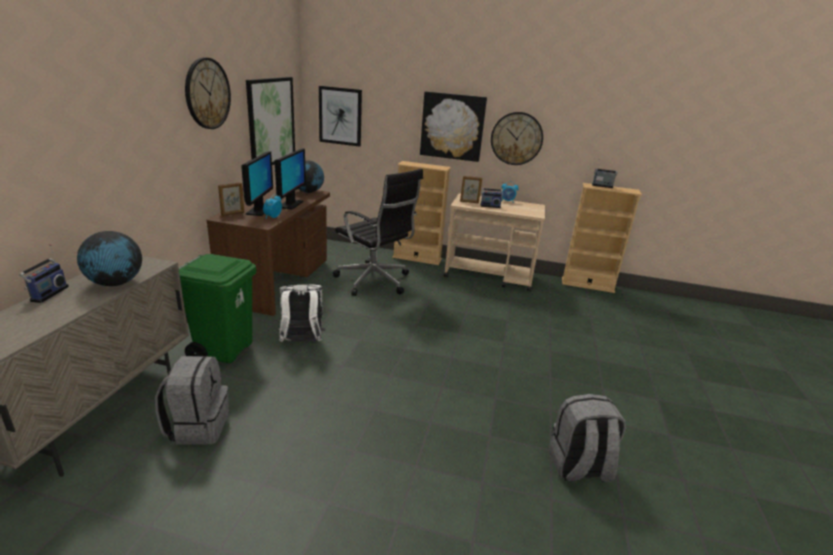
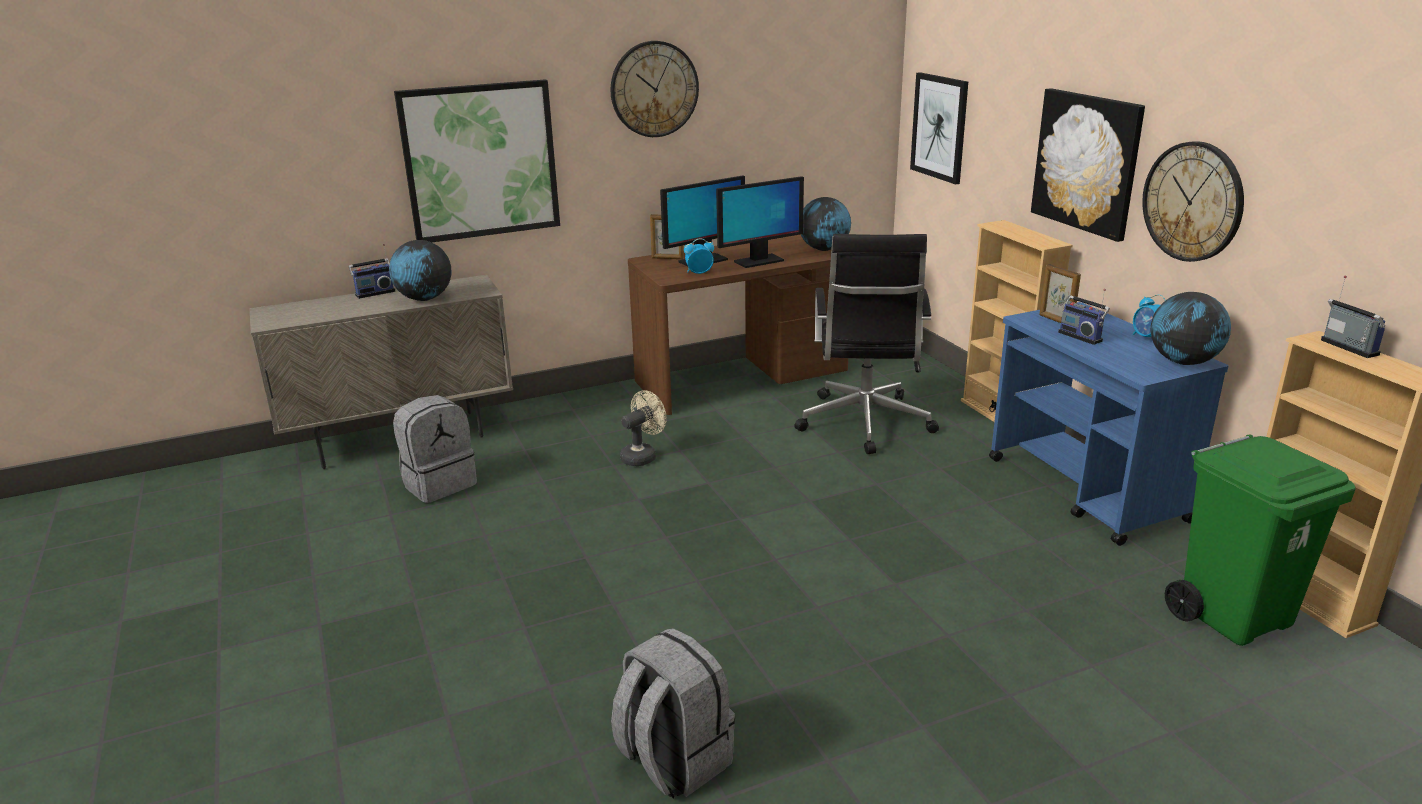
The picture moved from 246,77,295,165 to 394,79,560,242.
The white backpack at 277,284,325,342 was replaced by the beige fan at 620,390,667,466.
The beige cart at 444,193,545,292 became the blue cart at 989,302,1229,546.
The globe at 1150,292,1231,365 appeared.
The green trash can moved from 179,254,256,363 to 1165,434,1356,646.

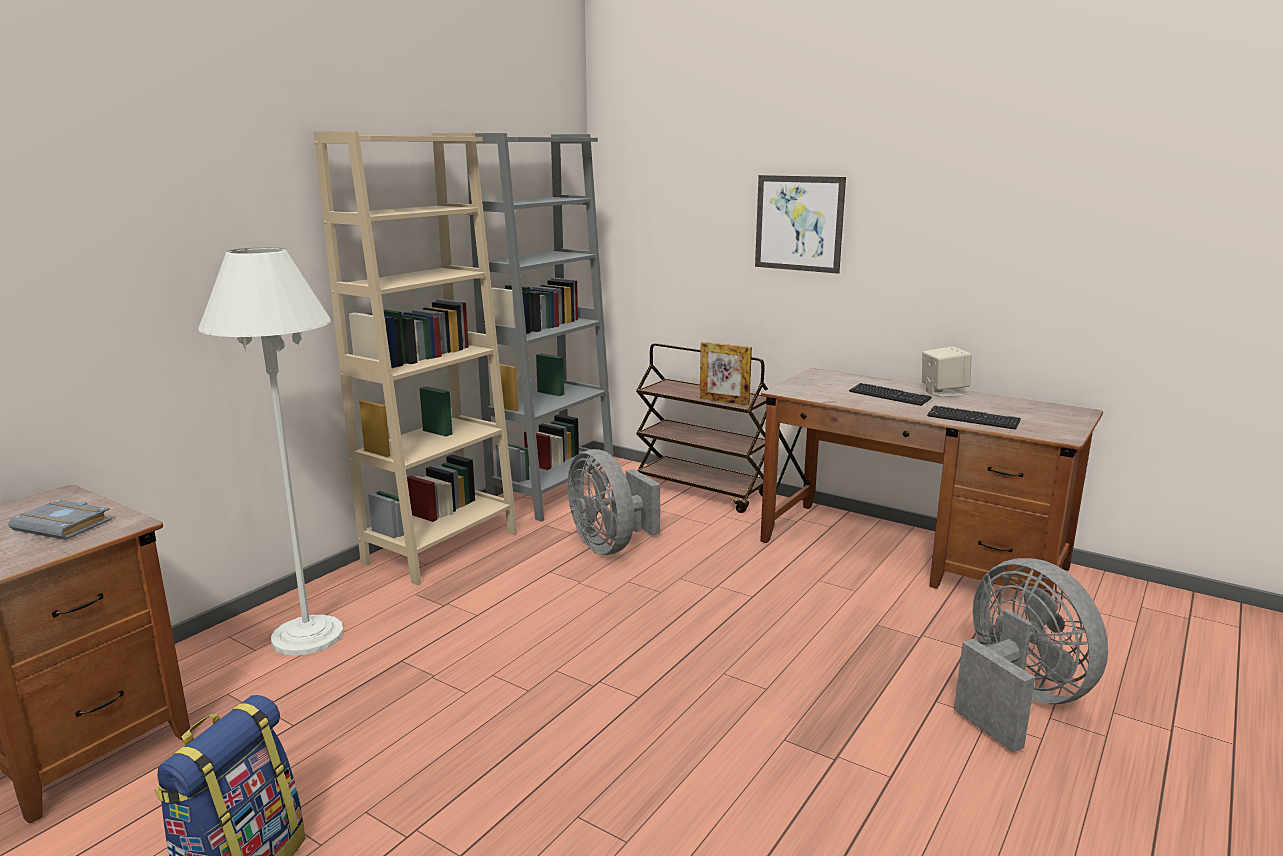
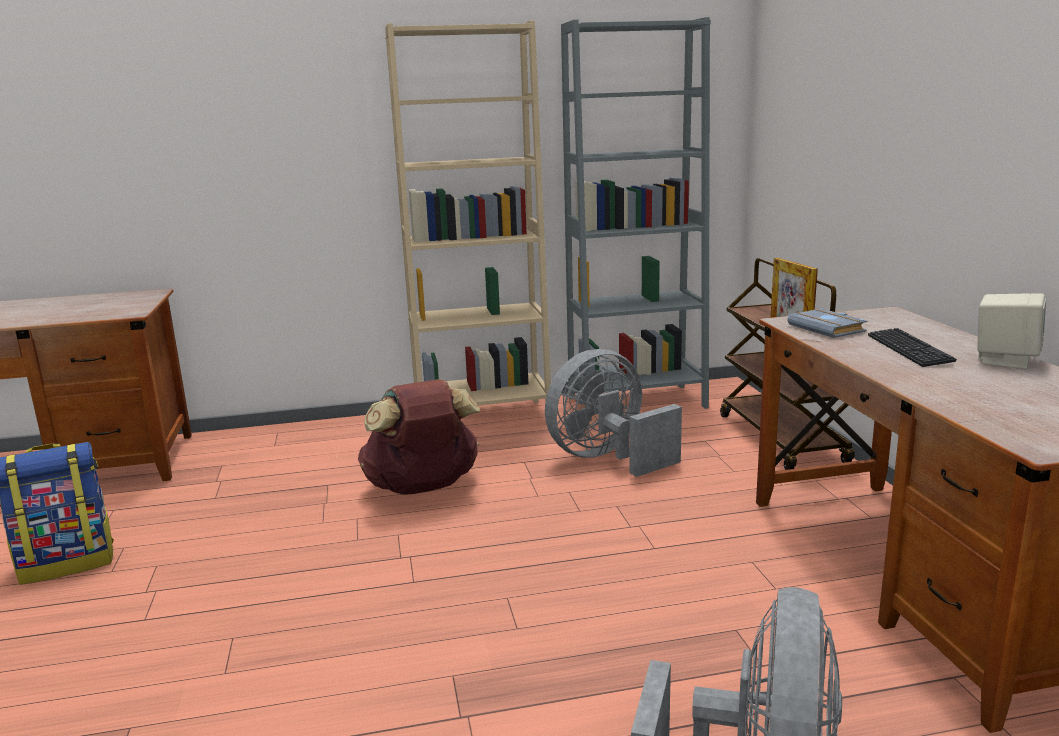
The brown backpack at 358,379,480,495 appeared.
The grey fan at 568,449,660,555 turned 45 degrees clockwise.
The grey book moved from 8,500,112,540 to 788,309,867,338.
The white floor lamp at 198,247,344,656 disappeared.
The picture at 755,175,846,274 disappeared.
The keyboard at 927,406,1021,430 disappeared.

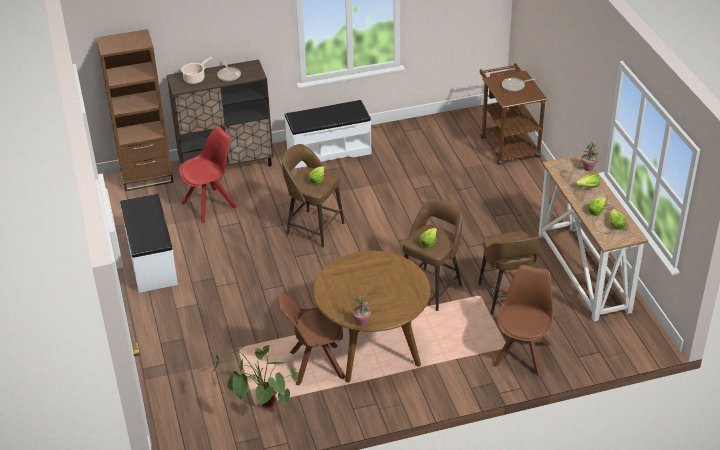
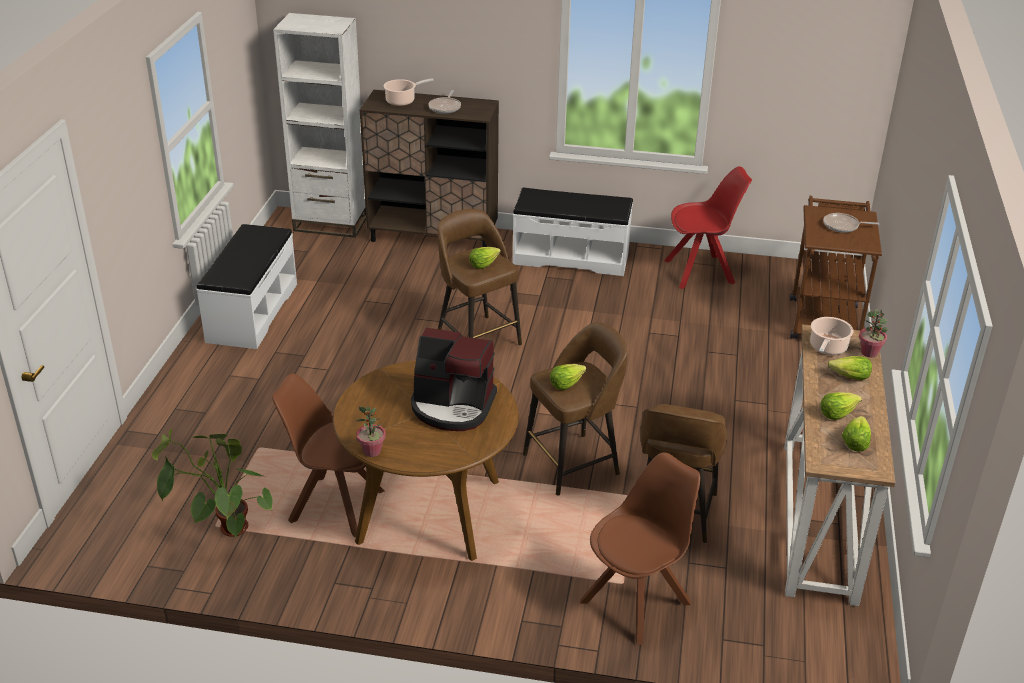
The brown bookcase at 96,29,174,191 became the white bookcase at 273,13,366,238.
The coffee machine at 411,328,497,431 appeared.
The red chair moved from 179,127,237,223 to 664,166,752,289.
The cooking pot at 810,317,854,355 appeared.

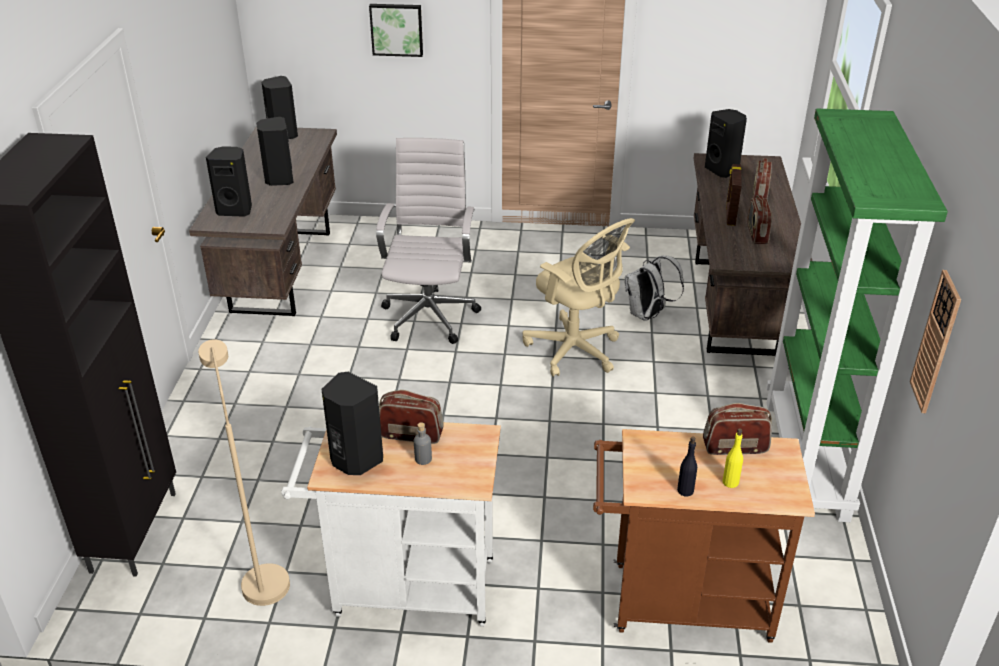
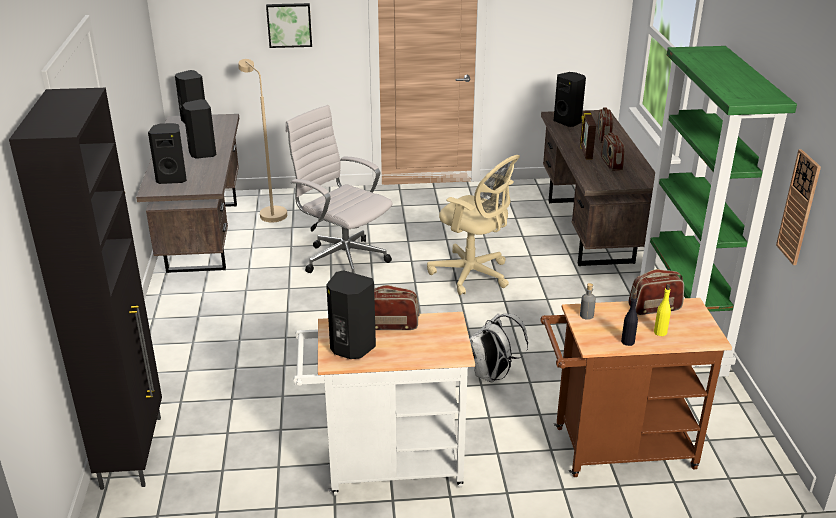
The beige floor lamp moved from 198,339,290,606 to 239,59,287,222.
The white office chair at 376,138,481,344 turned 45 degrees counterclockwise.
The white backpack moved from 625,255,684,321 to 469,313,528,382.
The grey bottle moved from 414,422,432,465 to 580,283,596,320.

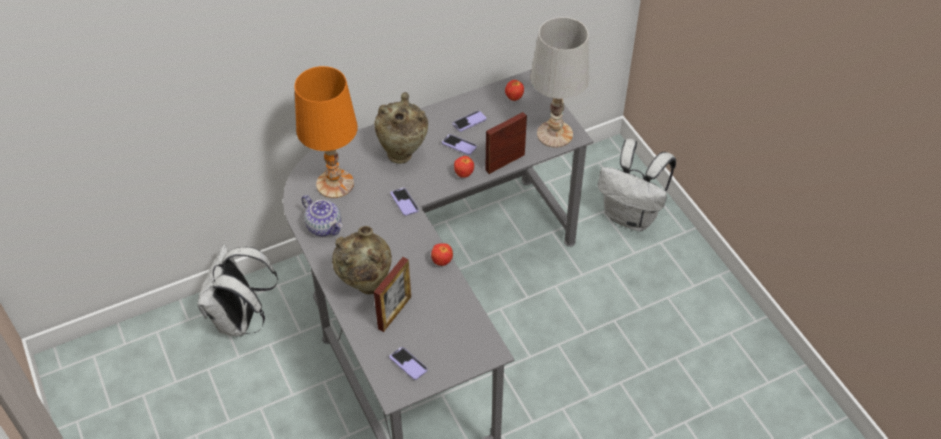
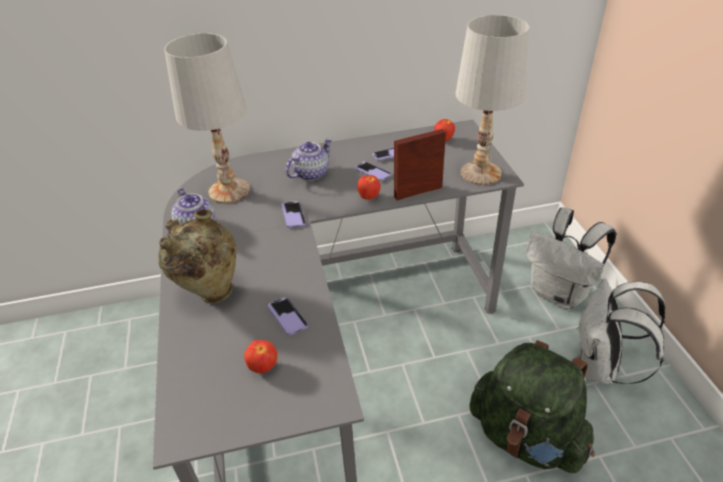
The orange table lamp at 294,66,358,198 became the white table lamp at 164,33,250,203.
The apple moved from 431,243,453,266 to 244,340,278,374.
The phone moved from 389,347,428,380 to 268,297,308,335.
The beige vase at 374,92,428,164 was replaced by the teapot at 285,138,332,181.
The green backpack at 469,340,595,473 appeared.
The white backpack moved from 198,244,278,336 to 576,279,665,385.
The picture frame at 374,257,411,332 disappeared.

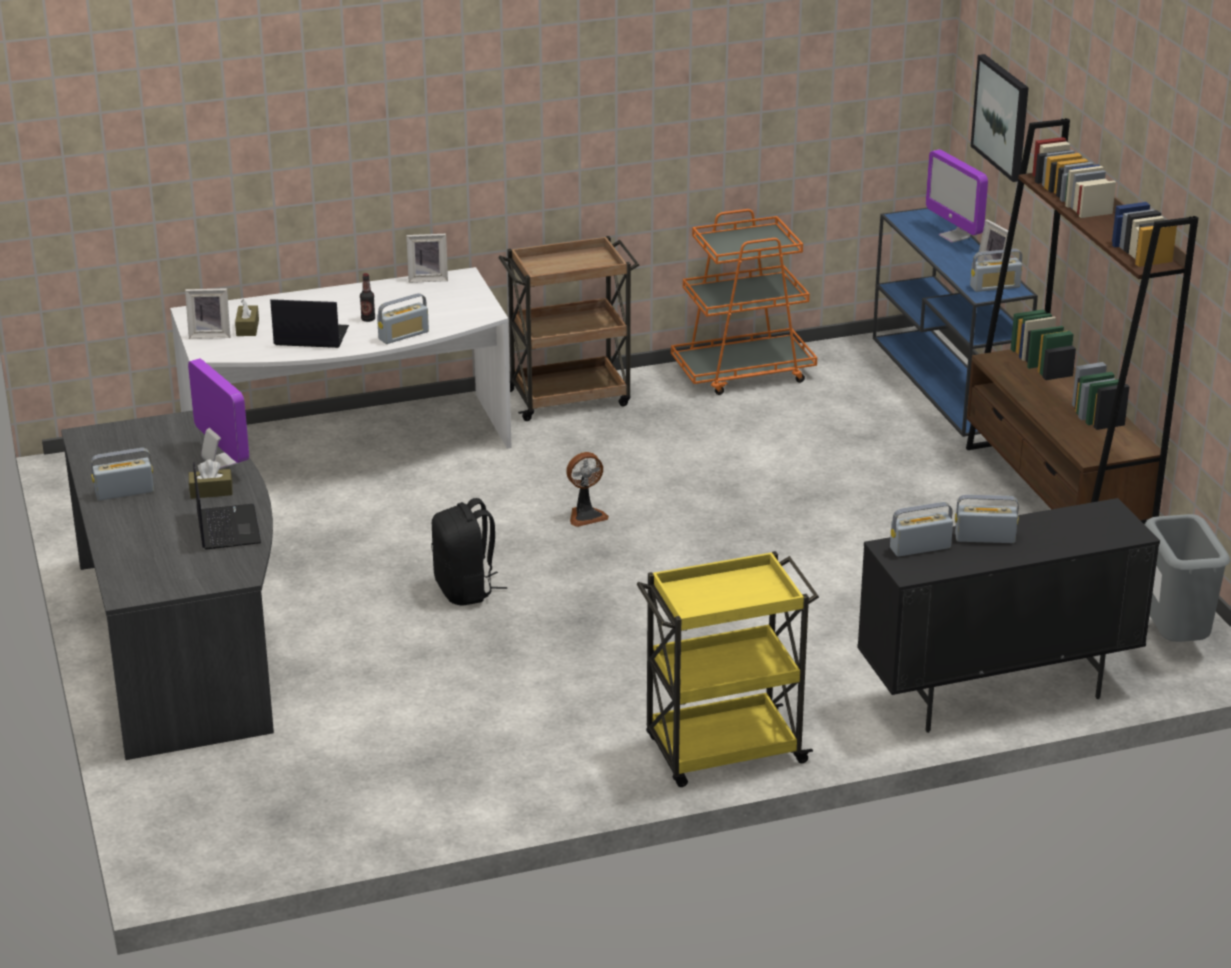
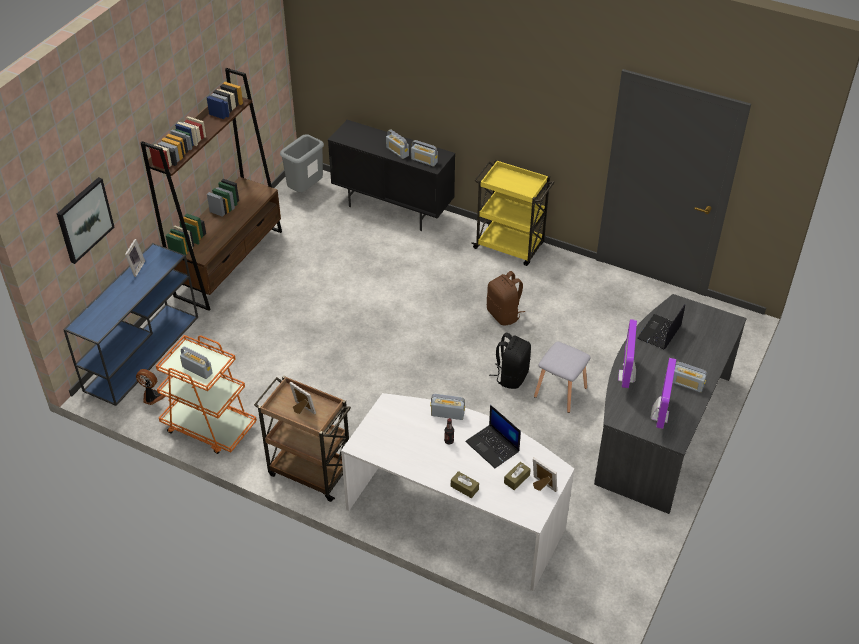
The fan moved from 566,452,609,527 to 136,369,165,405.
The radio moved from 970,249,1022,292 to 180,347,213,379.
The picture frame moved from 406,234,448,283 to 289,382,316,414.
The brown tissue box moved from 189,460,233,499 to 451,471,479,498.
The brown backpack at 487,271,525,325 appeared.
The grey stool at 534,341,591,413 appeared.
The monitor moved from 926,149,988,243 to 650,358,676,429.

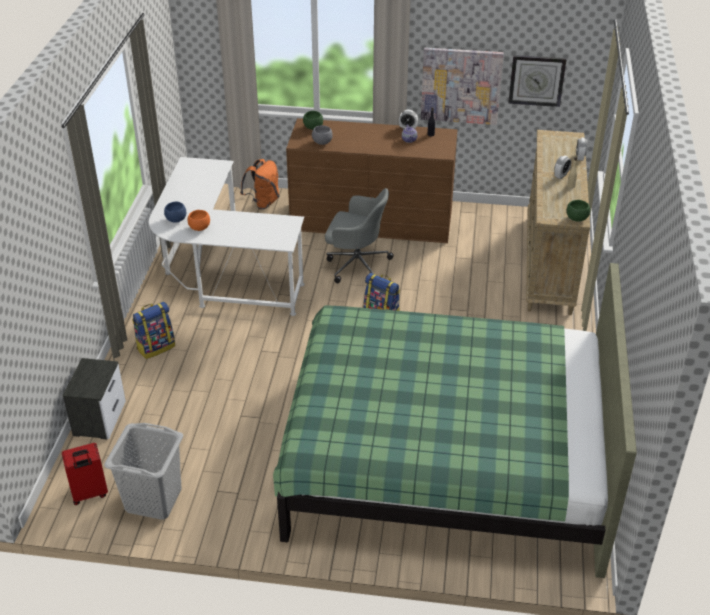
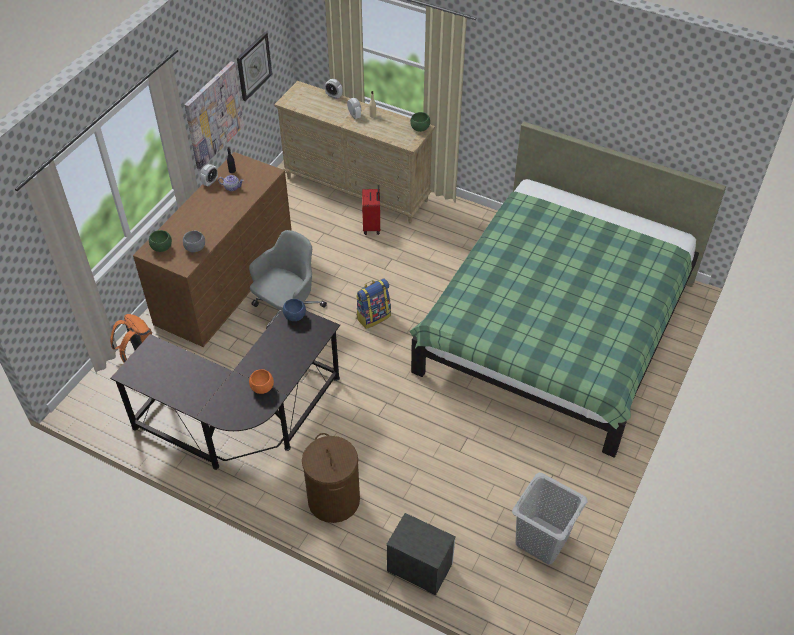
The white desk at 149,157,305,316 became the black desk at 110,309,340,470.
The blue bowl moved from 164,201,186,223 to 283,299,306,321.
The backpack at 132,302,175,359 was replaced by the brown laundry basket at 302,433,360,523.
The red suitcase moved from 62,443,108,505 to 362,185,380,235.

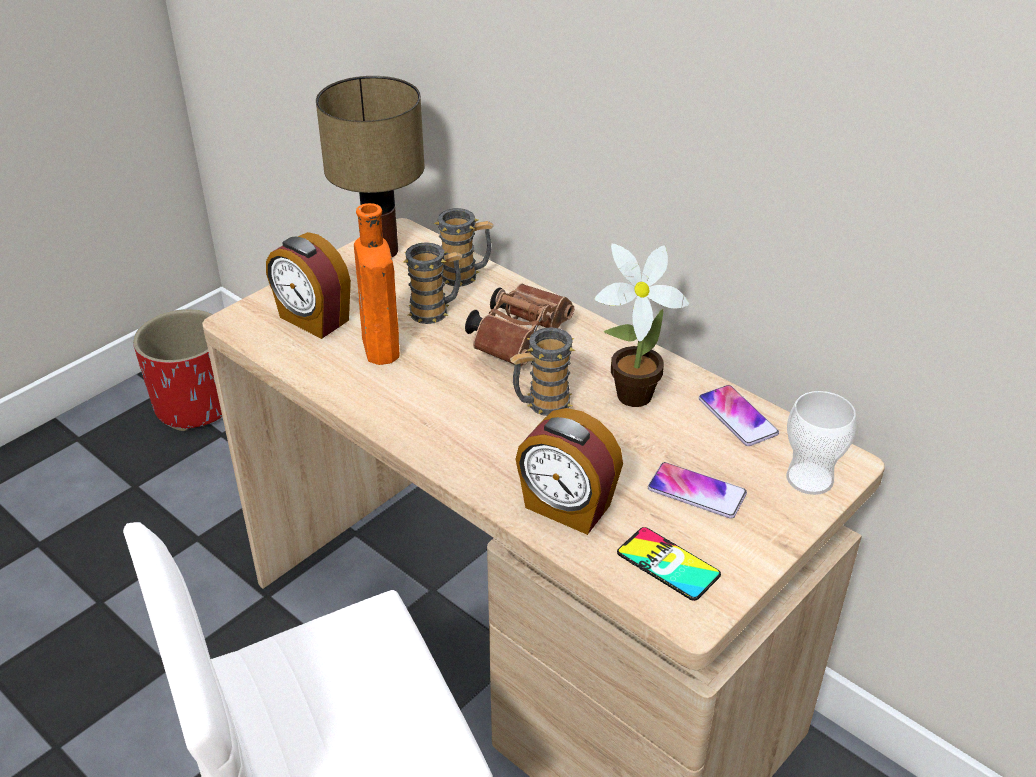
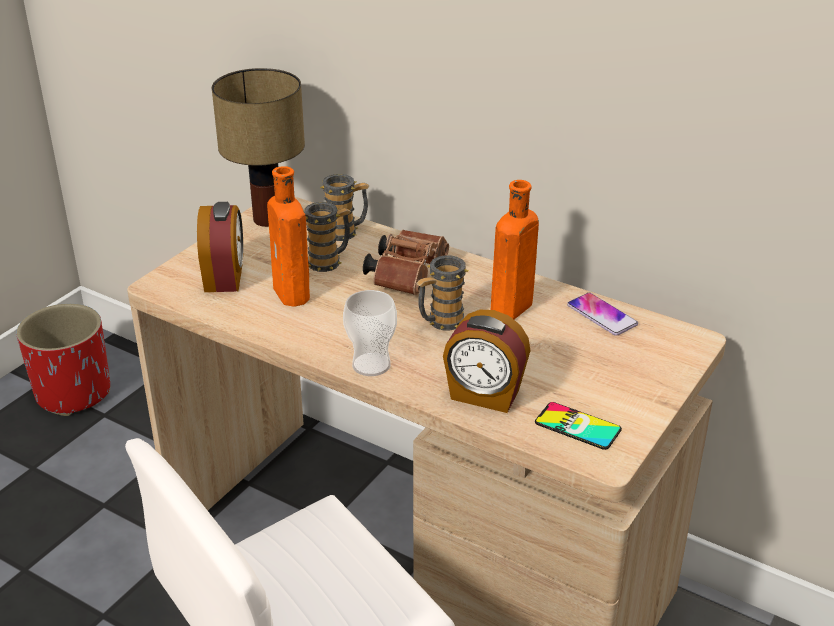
The alarm clock at 266,232,351,339 turned 120 degrees counterclockwise.
The cup moved from 786,391,857,495 to 343,290,397,376.
The potted plant at 594,244,689,407 was replaced by the orange bottle at 491,180,539,319.
The phone at 648,462,747,519 disappeared.

